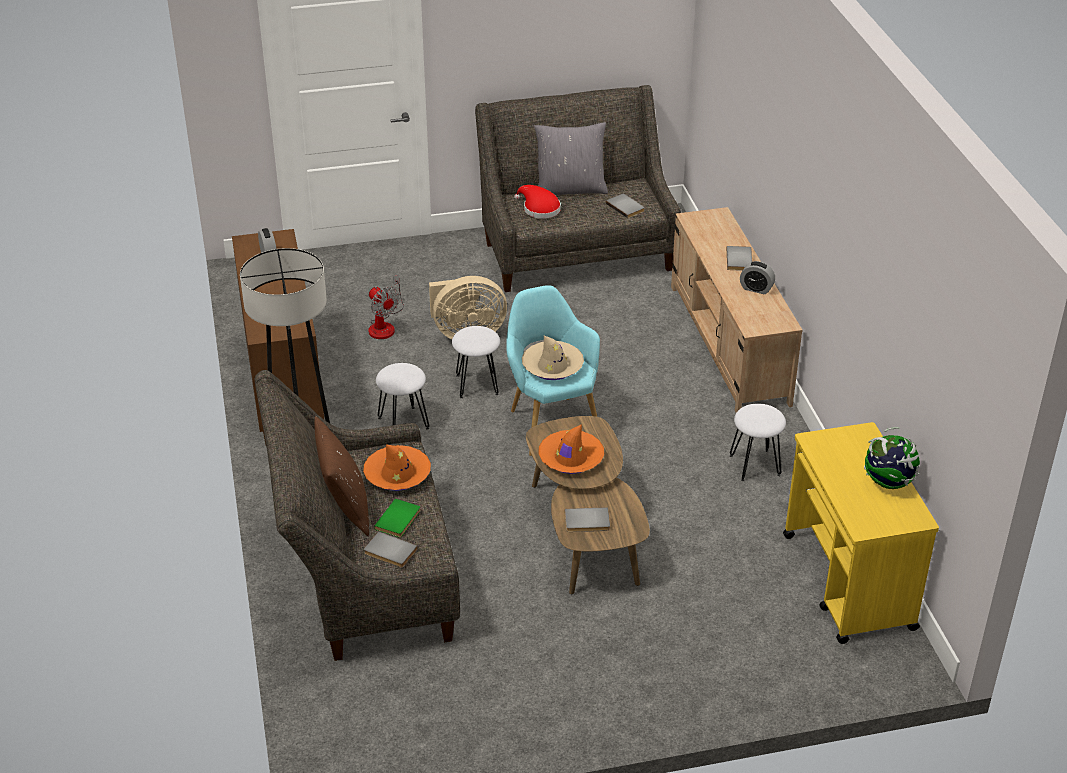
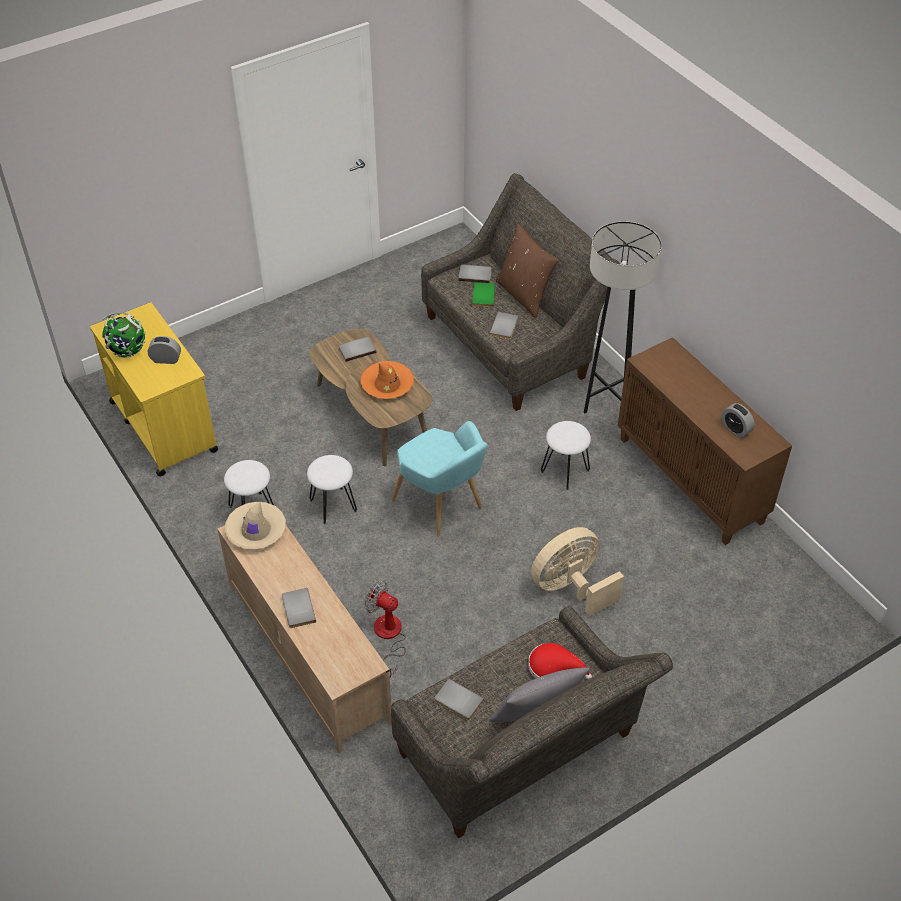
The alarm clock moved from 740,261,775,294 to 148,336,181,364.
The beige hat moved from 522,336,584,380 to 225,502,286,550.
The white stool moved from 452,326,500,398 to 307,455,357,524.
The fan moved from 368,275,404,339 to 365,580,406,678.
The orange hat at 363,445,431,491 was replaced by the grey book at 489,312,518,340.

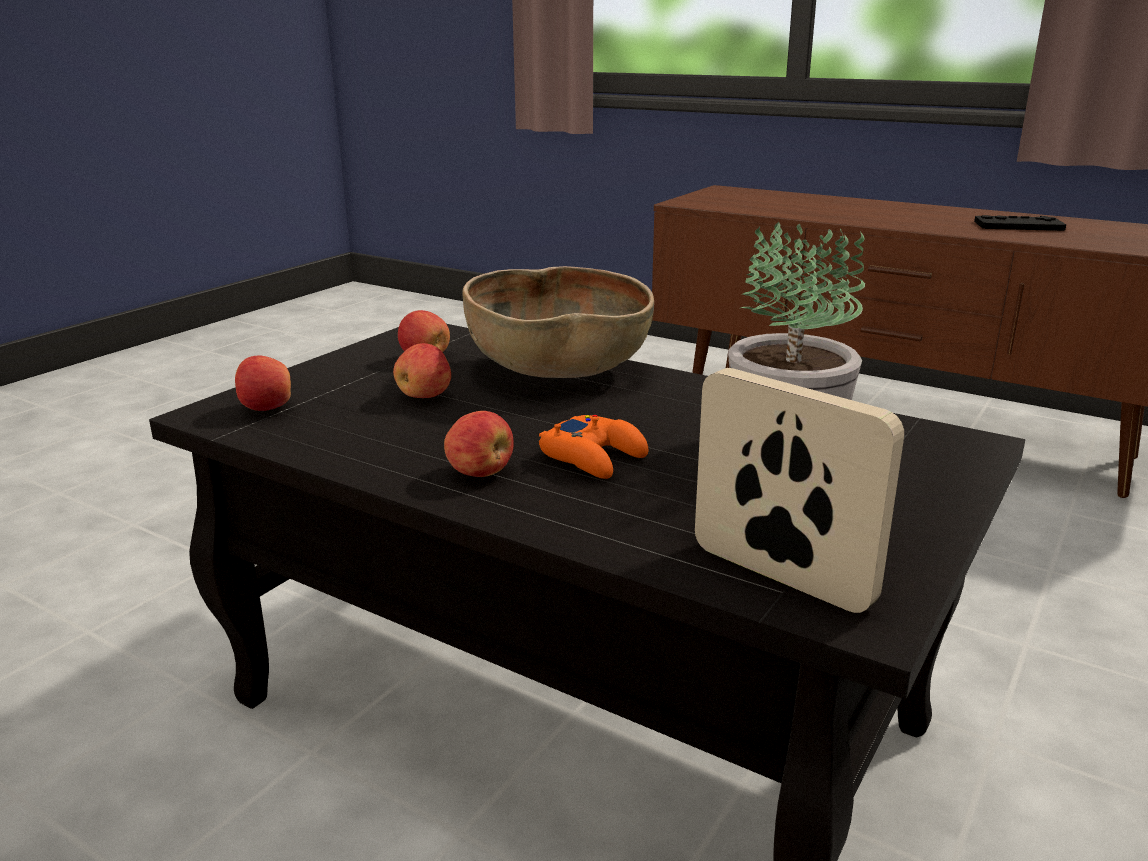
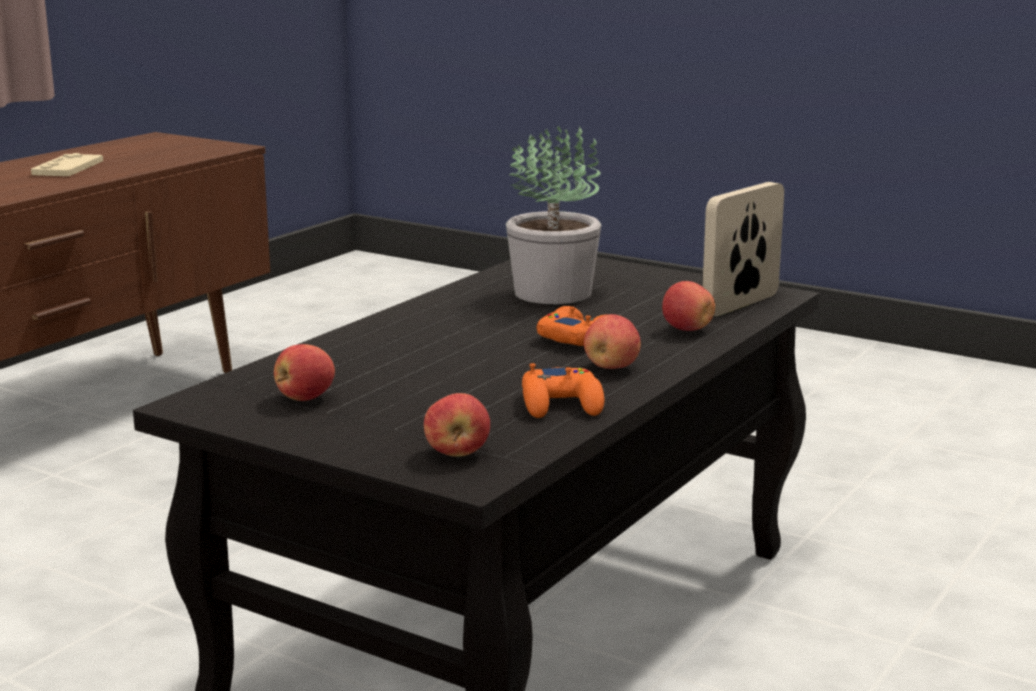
The black game controller at 974,215,1066,231 became the beige game controller at 31,153,103,176.
The orange game controller at 522,363,604,418 appeared.
The apple moved from 393,343,451,398 to 662,281,715,331.
The brown bowl at 462,266,654,378 disappeared.

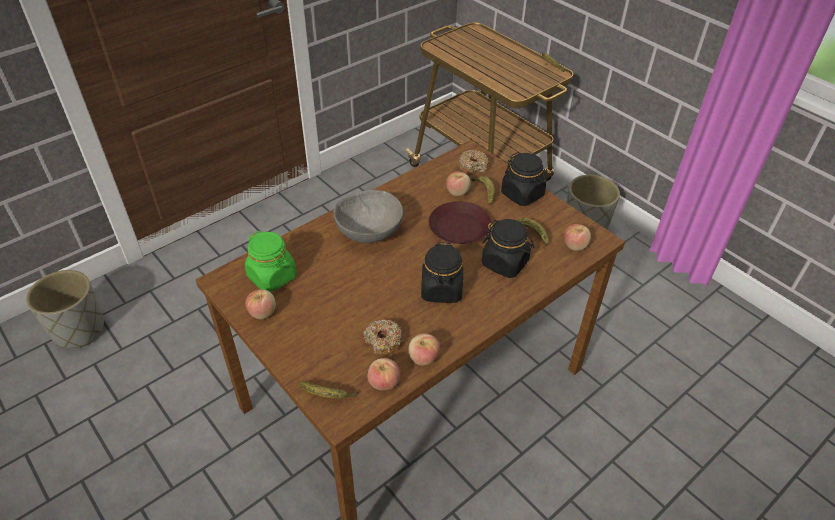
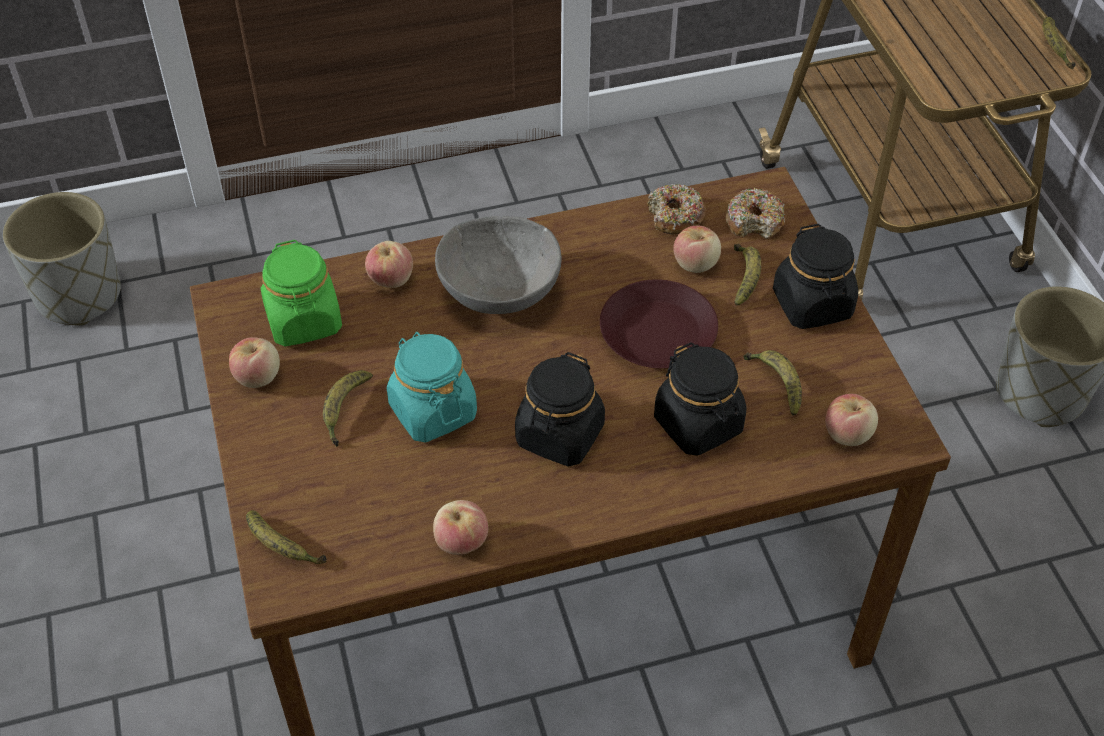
The banana at 323,370,373,447 appeared.
The apple moved from 368,358,400,390 to 365,241,413,288.
The turquoise jar at 387,332,477,442 appeared.
The donut moved from 363,319,404,355 to 647,184,706,234.

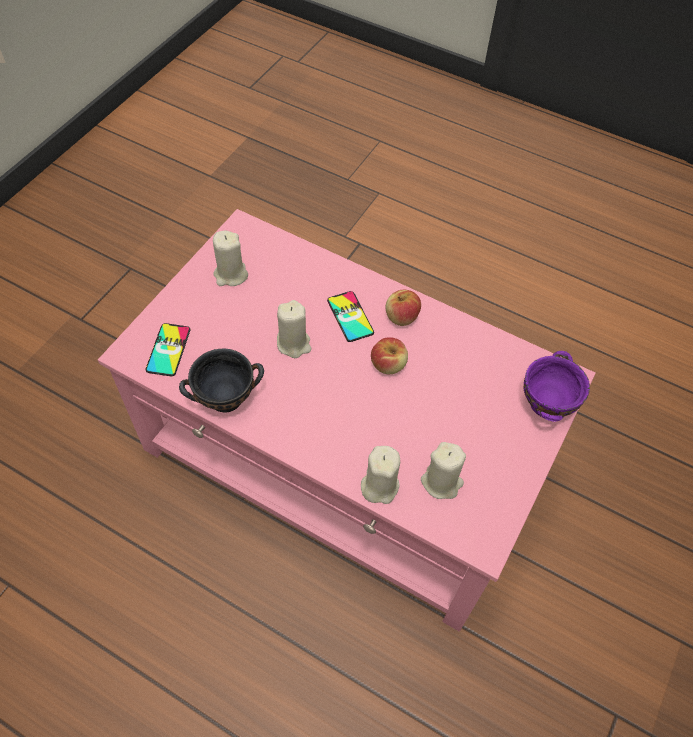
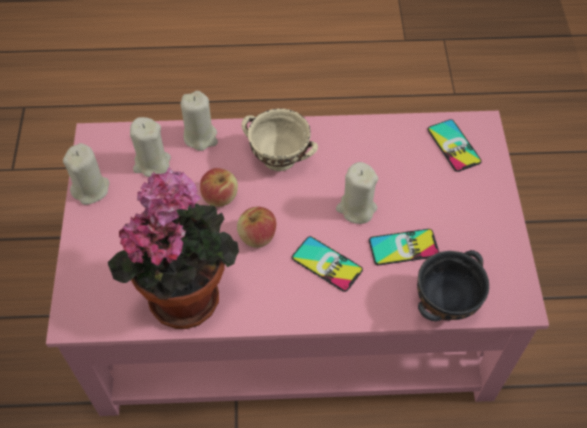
The beige candle moved from 213,231,248,286 to 63,143,109,205.
The potted plant at 108,167,239,329 appeared.
The apple moved from 386,290,421,326 to 200,168,238,207.
The beige bowl at 241,108,318,171 appeared.
The phone at 369,229,439,265 appeared.
The black bowl moved from 179,349,264,413 to 417,250,489,321.
The purple bowl at 524,351,590,422 disappeared.

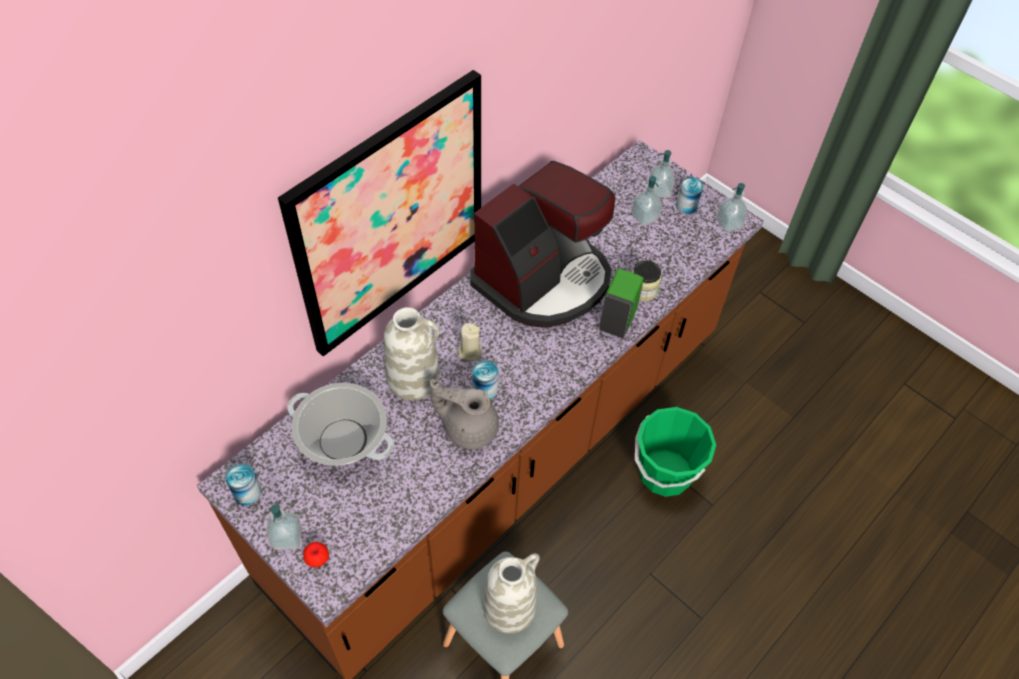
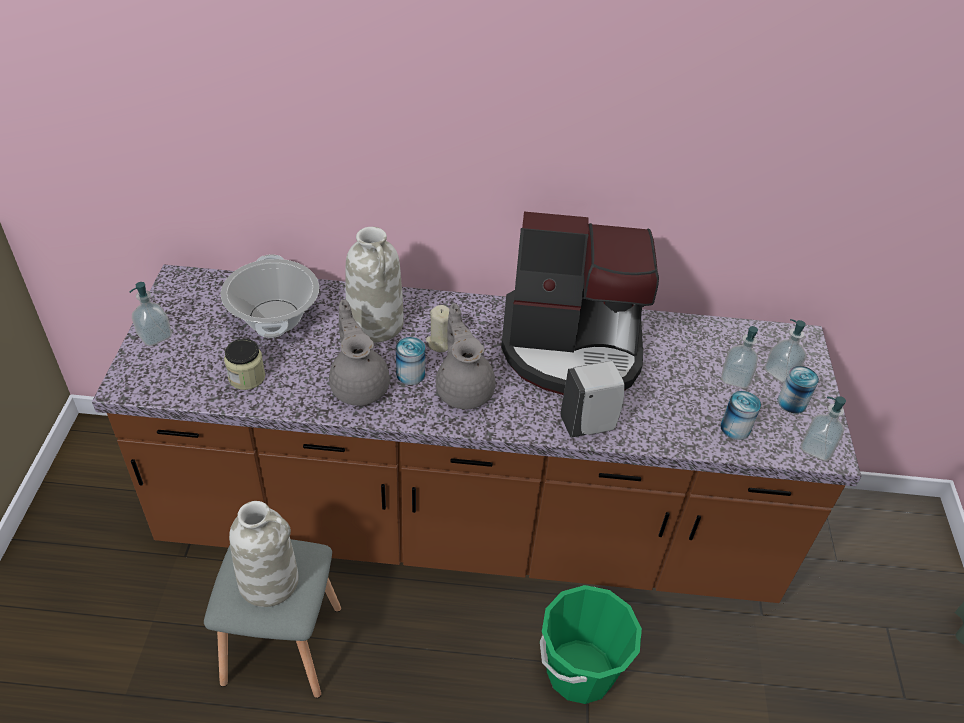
The jar moved from 632,260,661,301 to 224,339,265,390.
The grey teapot at 436,304,496,409 appeared.
The green soap dispenser at 599,269,644,338 became the white soap dispenser at 561,360,625,438.
The can moved from 225,464,261,506 to 720,391,761,440.
The picture at 278,70,481,357 disappeared.
The apple at 303,542,329,567 disappeared.

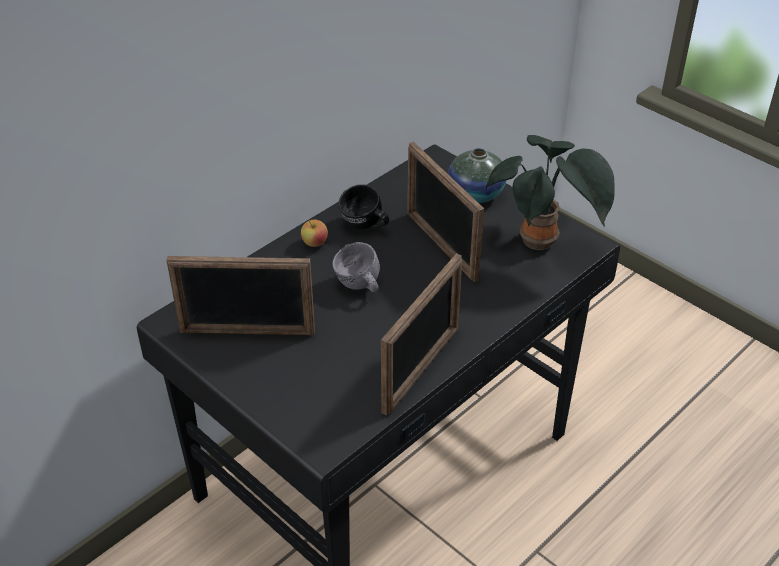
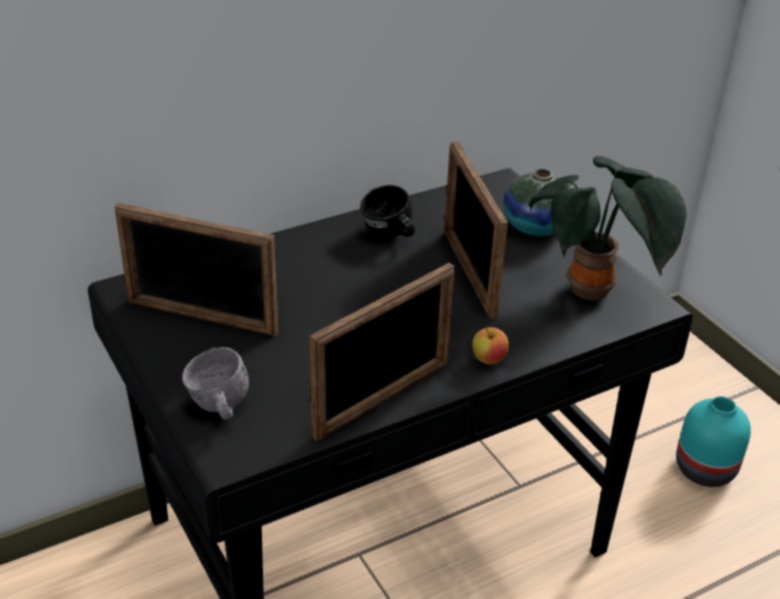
The grey mug moved from 332,242,380,292 to 182,347,249,420.
The apple moved from 301,219,328,247 to 472,327,509,364.
The turquoise vase at 676,396,751,487 appeared.

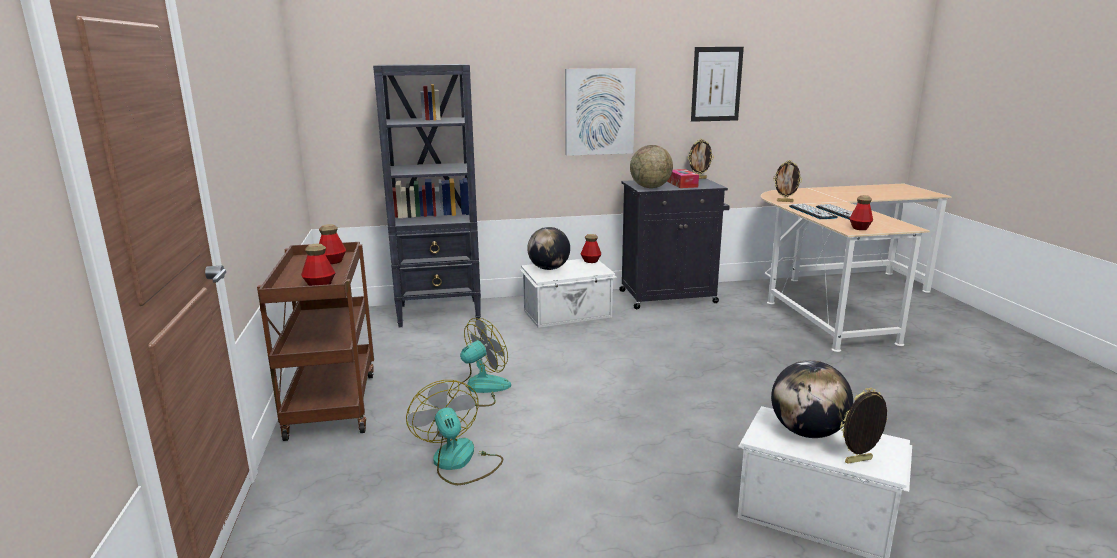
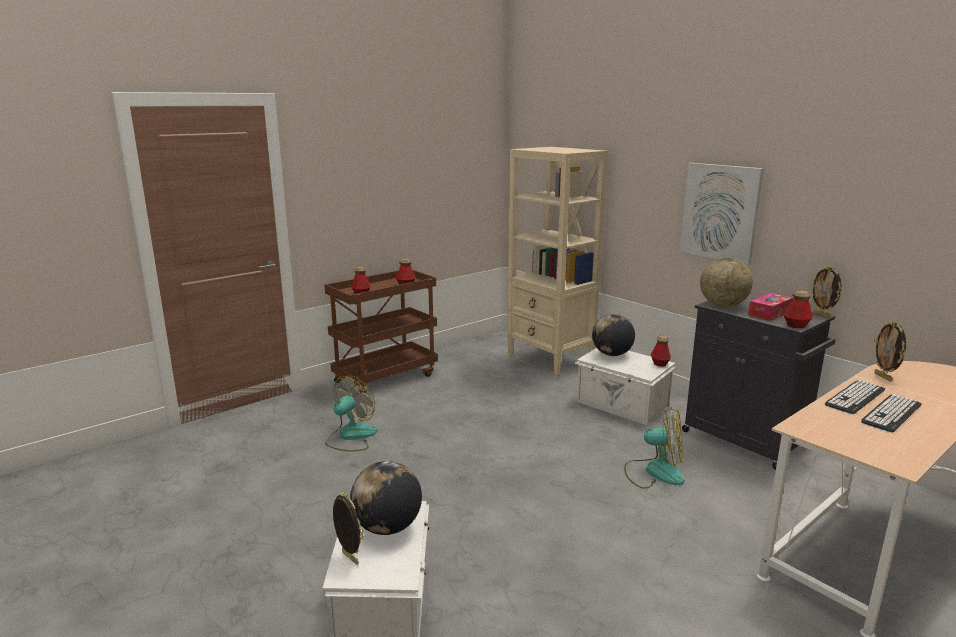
The black bookcase at 373,64,481,327 became the beige bookcase at 507,147,608,378.
The fan moved from 449,318,511,406 to 624,407,684,489.
The bottle moved from 849,195,873,230 to 783,291,813,328.
The picture at 691,47,744,122 disappeared.

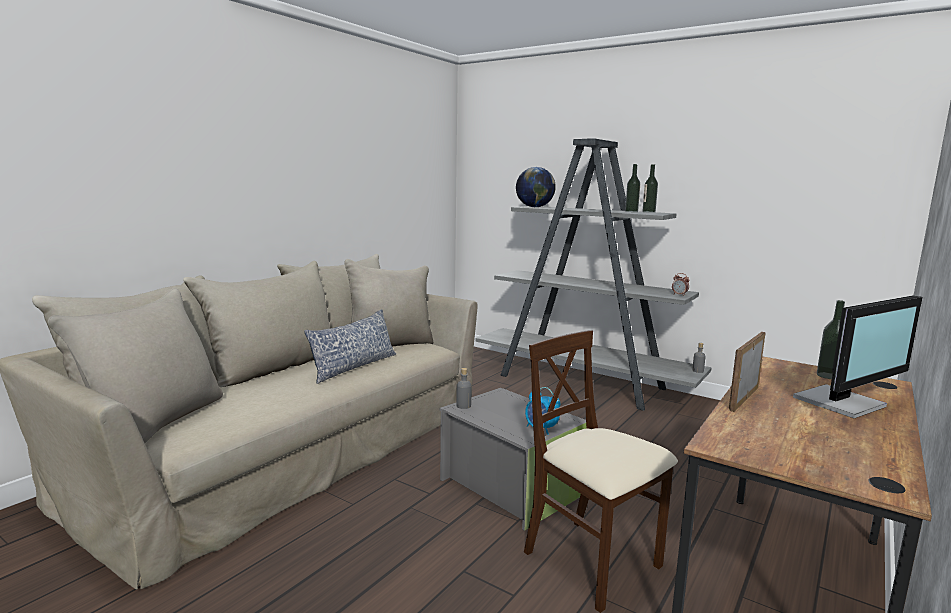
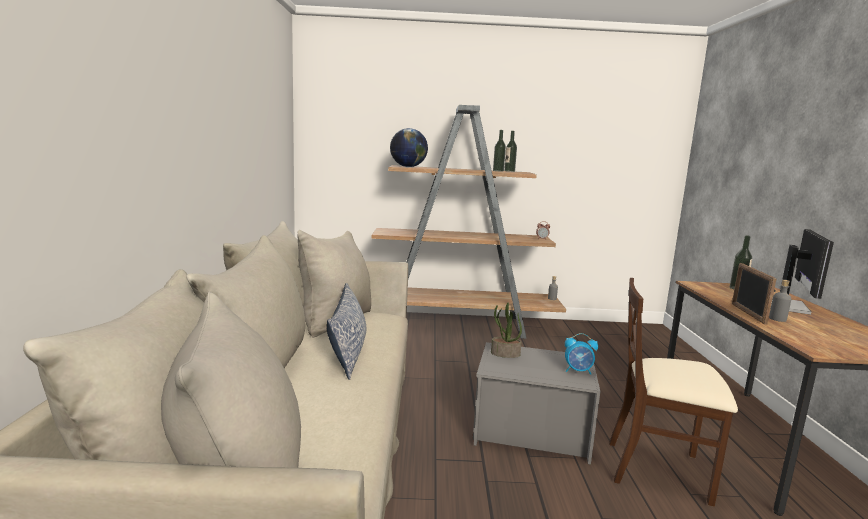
The grey bookcase at 476,138,712,411 became the brown bookcase at 371,105,566,339.
The potted plant at 491,302,522,358 appeared.
The grey bottle moved from 456,368,471,409 to 769,280,791,322.

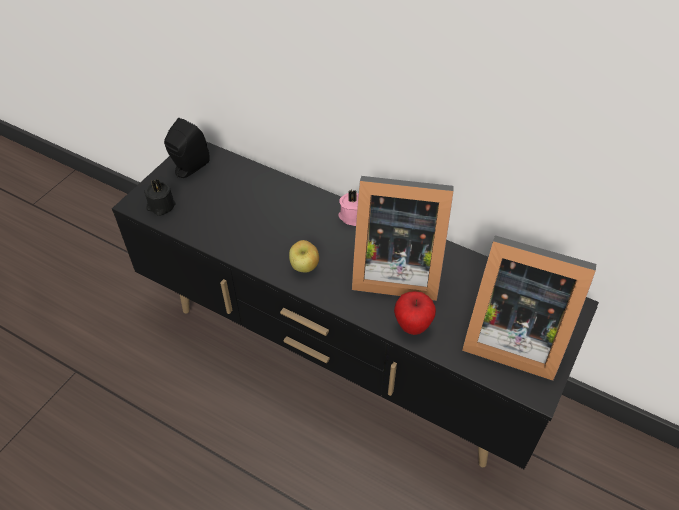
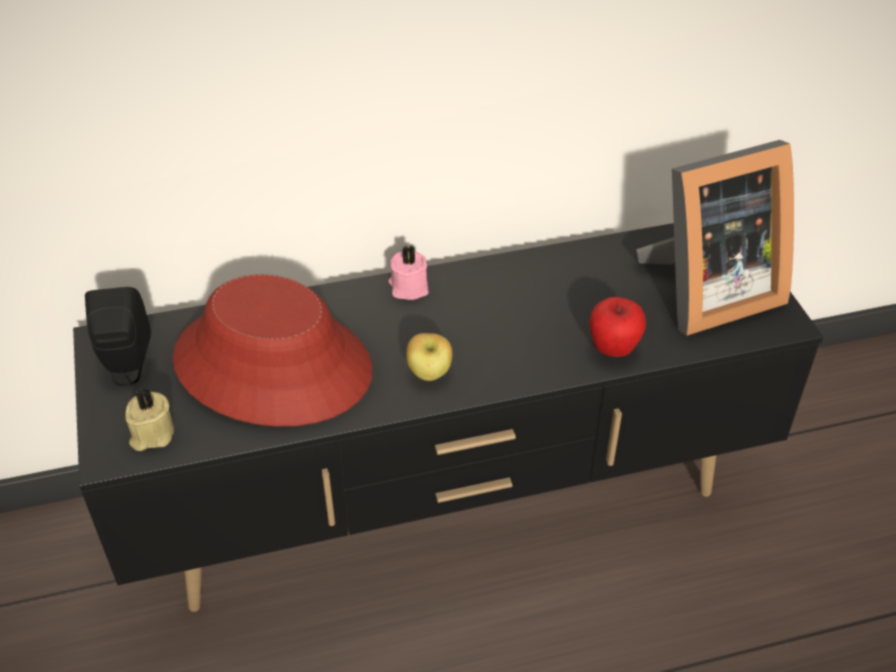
The black candle at 144,179,176,216 became the beige candle at 125,389,174,451.
The red hat at 173,275,372,427 appeared.
The picture frame at 352,176,454,301 disappeared.

